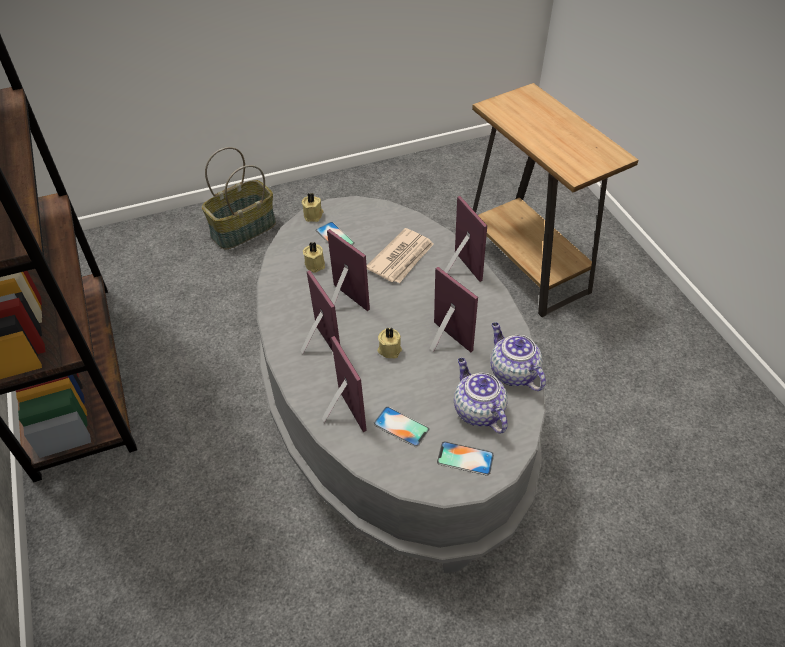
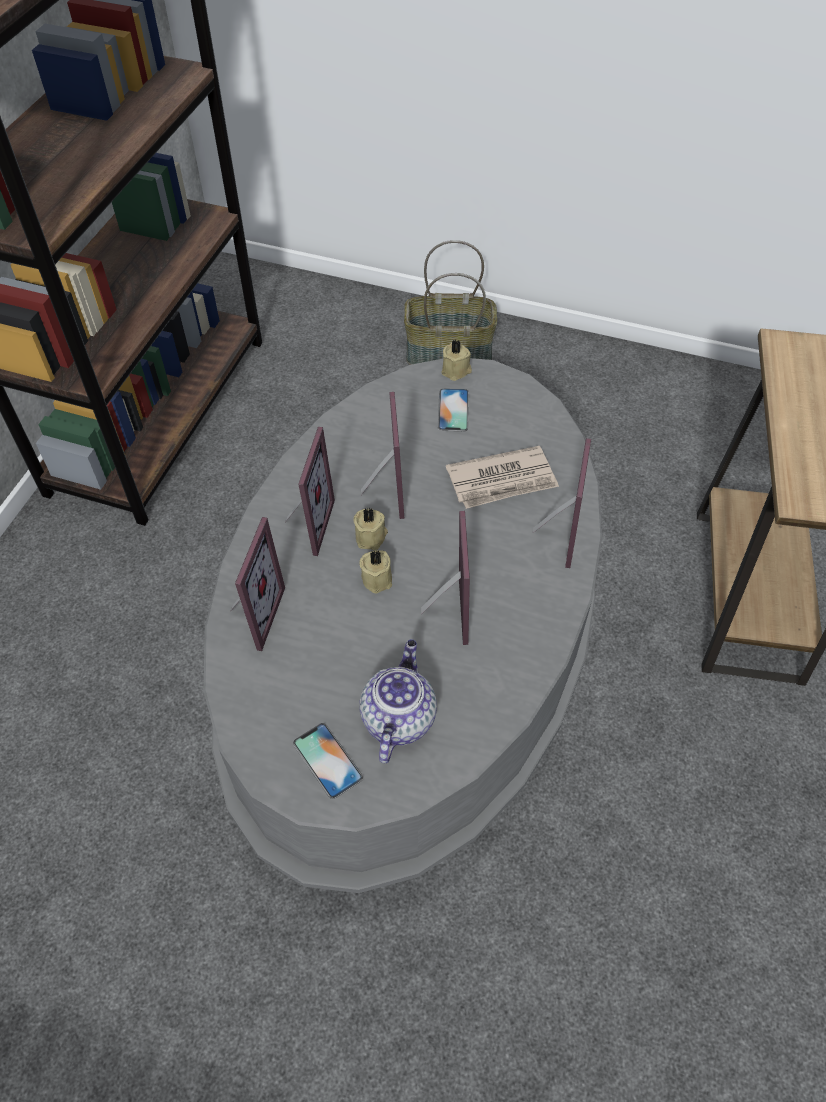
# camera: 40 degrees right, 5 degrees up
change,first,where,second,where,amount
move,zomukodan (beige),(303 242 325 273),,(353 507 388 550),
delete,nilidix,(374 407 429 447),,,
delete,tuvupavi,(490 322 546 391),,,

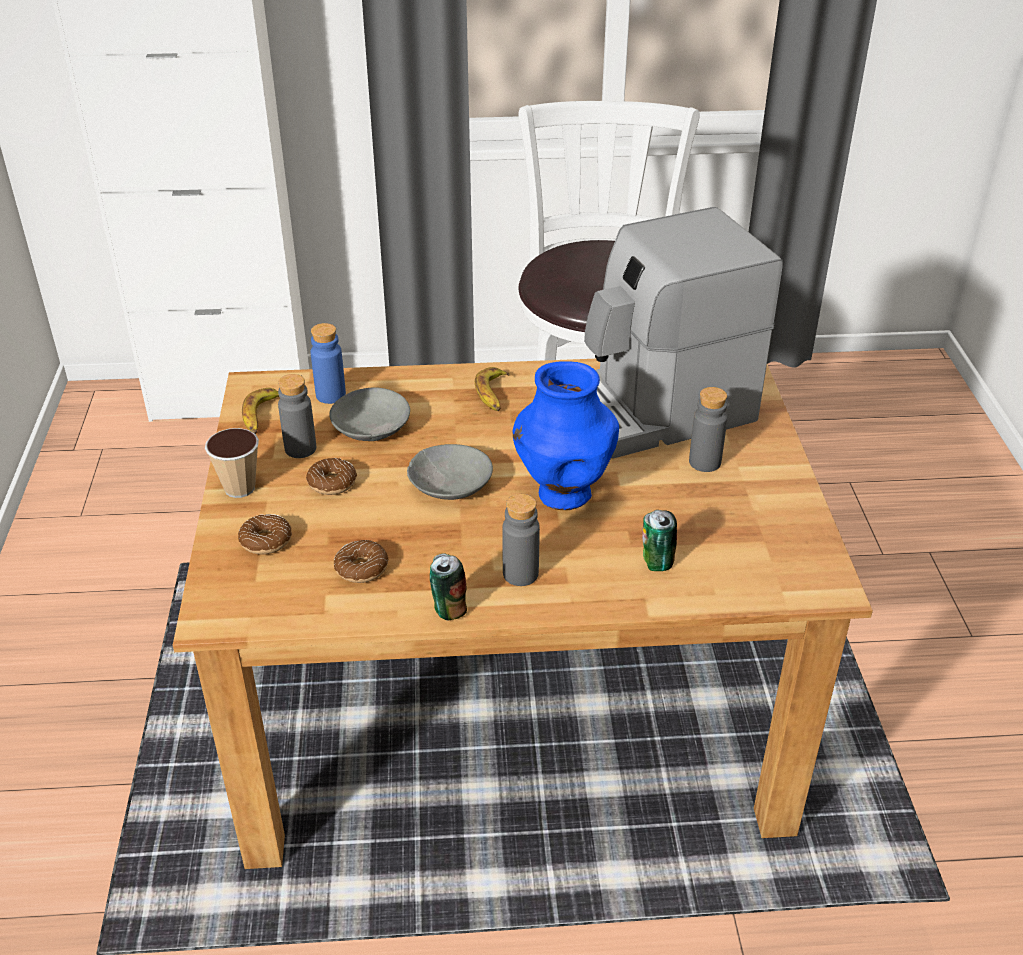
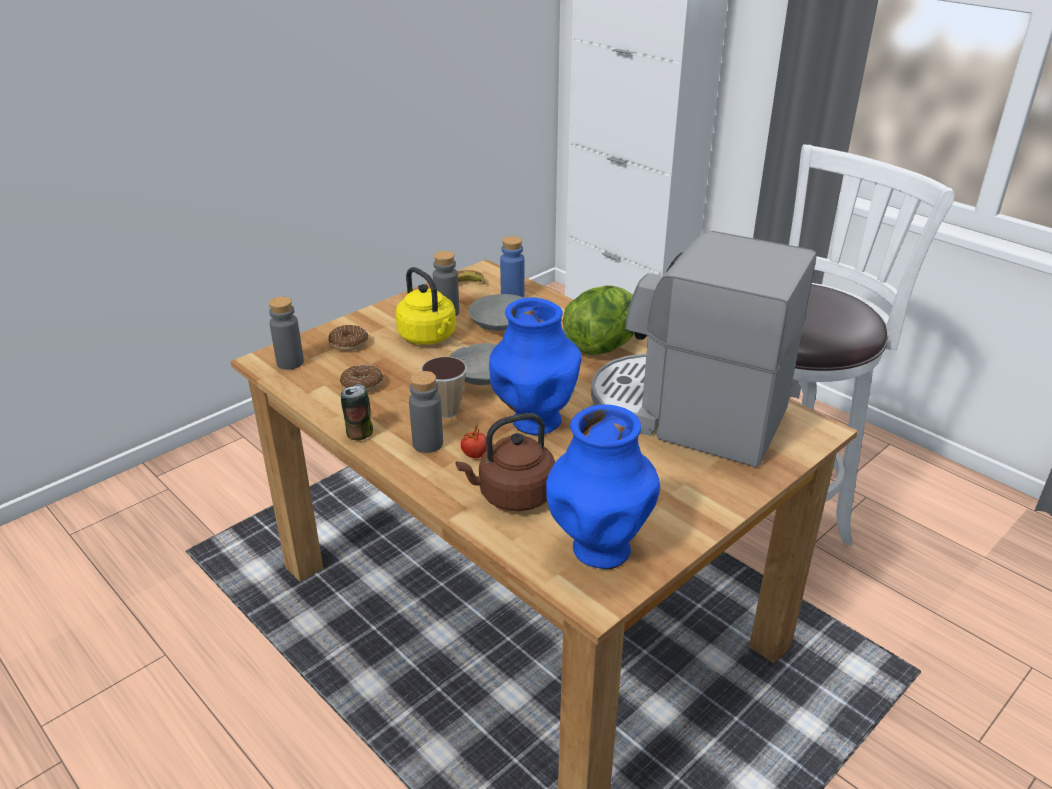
# camera: 50 degrees right, 5 degrees down
change,first,where,second,where,amount
move,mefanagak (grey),(689 387 727 472),,(269 297 304 370),
replace,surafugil,(306 458 357 495),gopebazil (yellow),(395 267 456 345),
move,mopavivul,(205 428 259 498),,(420 357 467 418),
replace,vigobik,(642 510 677 571),gopebazil (brown),(456 413 555 511),
insert,,,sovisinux,(461 424 487 458),
insert,,,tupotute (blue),(546 405 660 569),
replace,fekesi,(475 367 511 411),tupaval,(563 286 635 355),

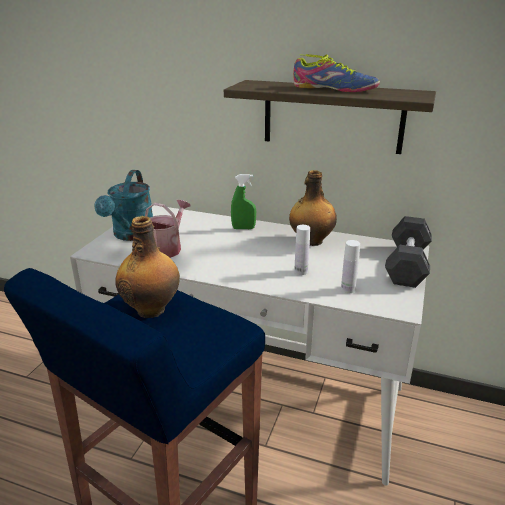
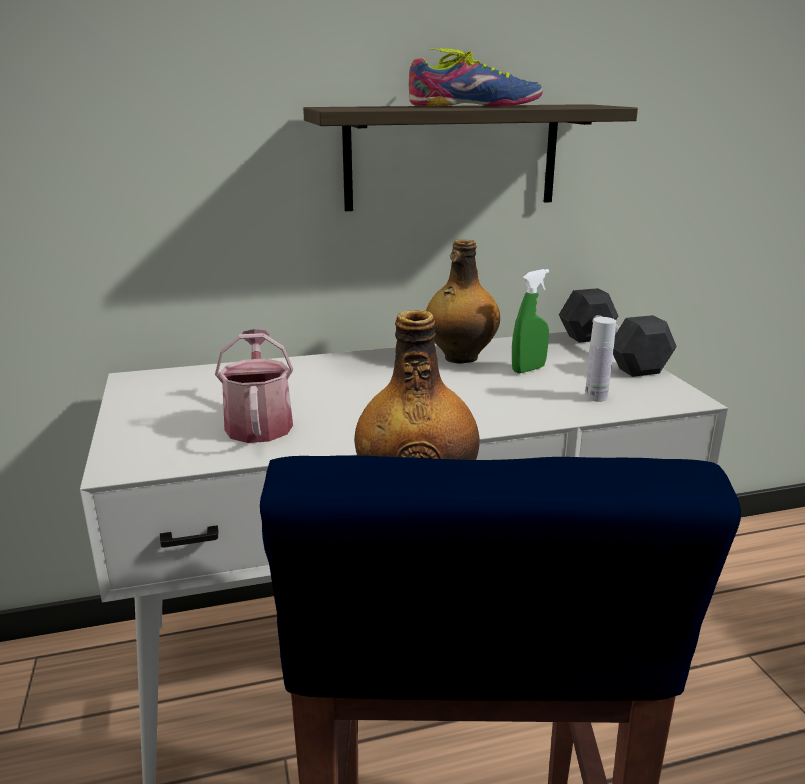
# camera: 35 degrees left, 5 degrees down
change,first,where,second,where,amount
move,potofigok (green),(231 174 256 229),,(512 269 549 373),
delete,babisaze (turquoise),(94 170 153 241),,,
delete,mefanagak (white),(294 225 310 275),,,

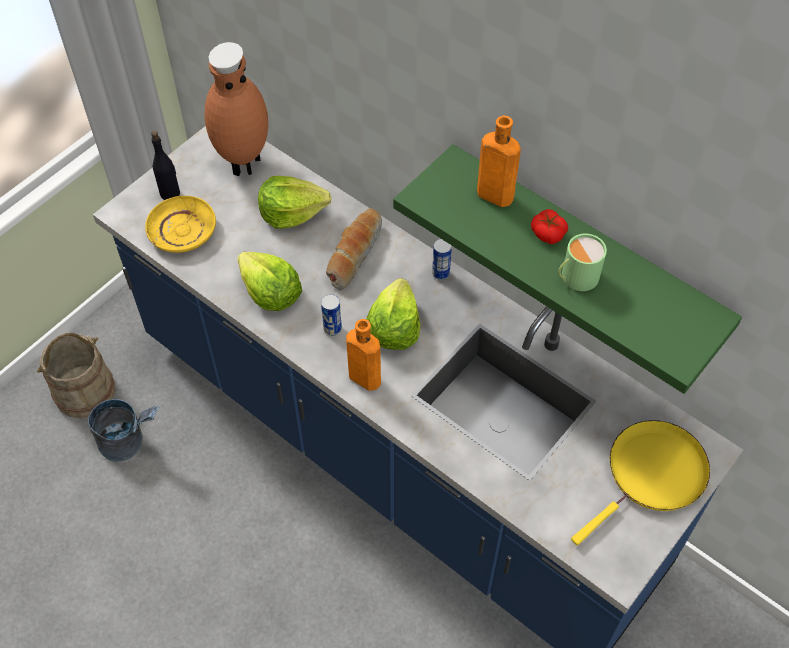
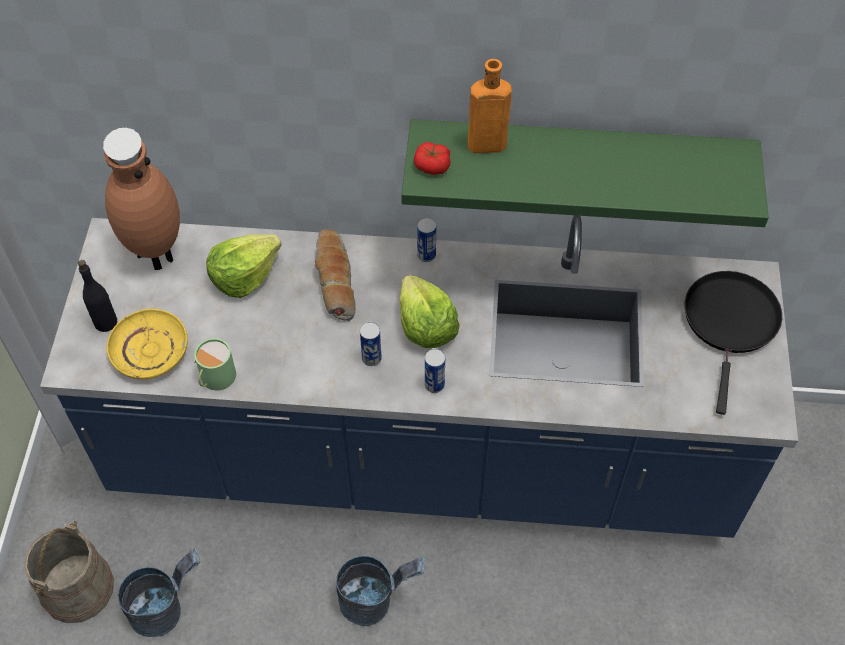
# camera: 35 degrees left, 0 degrees up
change,first,where,second,where,amount
move,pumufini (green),(558 234 607 291),,(194 338 236 390),
insert,,,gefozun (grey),(336 555 426 626),
move,sovisinux,(531 209 568 244),,(414 142 451 175),
replace,mefanagak (orange),(346 319 381 391),vigobik,(425 349 445 393),
recolor,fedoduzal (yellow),(571 420 710 545),fedoduzal (black),(684 271 782 415),
delete,tupaval,(237 252 302 311),,,

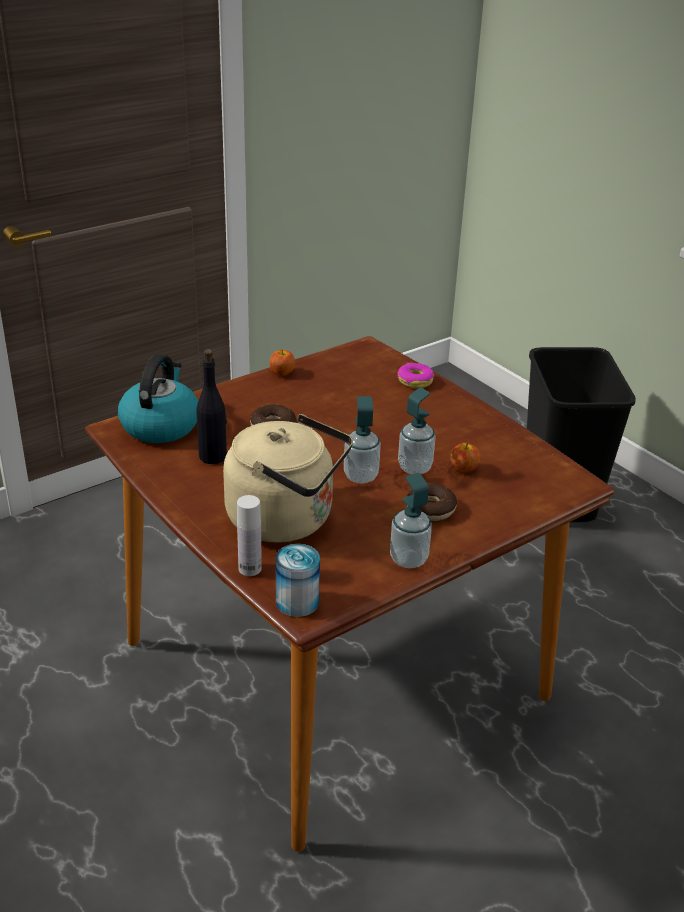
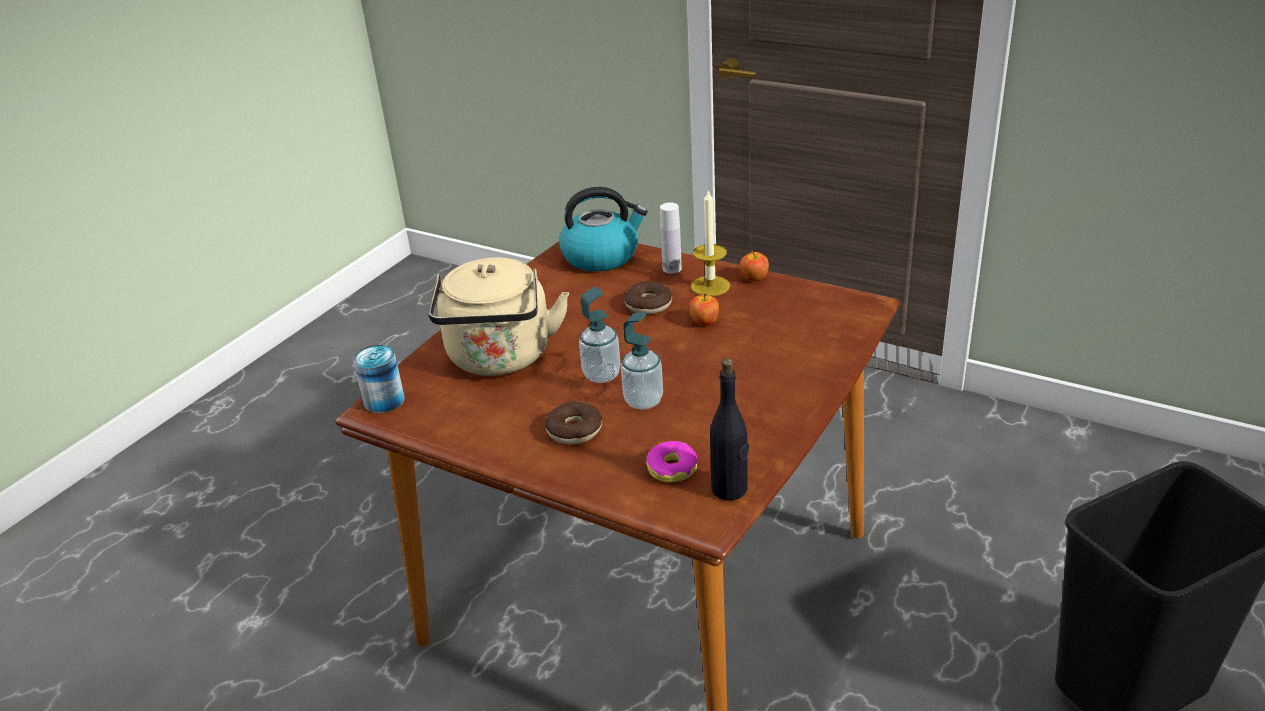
# camera: 70 degrees right, 0 degrees up
change,first,where,second,where,amount
move,surafugil,(398 363 434 388),,(646 441 698 482),
move,mefanagak (white),(237 495 262 576),,(660 202 682 274),
move,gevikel,(450 441 480 472),,(689 294 719 326),
insert,,,zomukodan,(691 191 730 296),
move,mefanagak (black),(196 349 227 464),,(710 358 749 500),
delete,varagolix,(390 473 432 568),,,

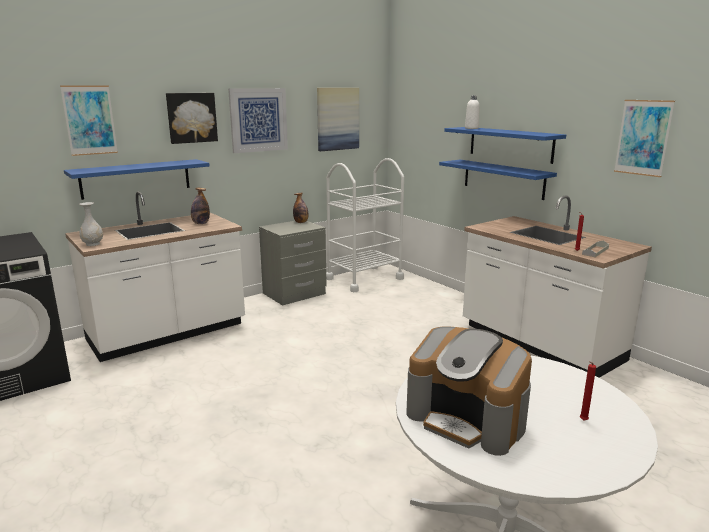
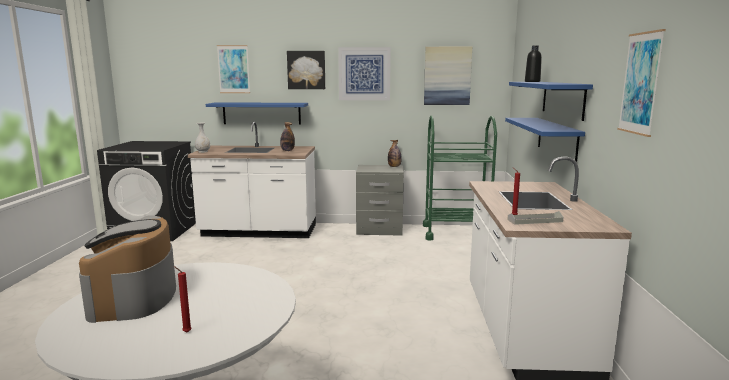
# camera: 40 degrees right, 5 degrees down
change,first,where,second,where,amount
recolor,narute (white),(326 158 404 292),narute (green),(423 115 497 240),
recolor,mefanagak (white),(465 95 480 129),mefanagak (black),(525 45 542 82),

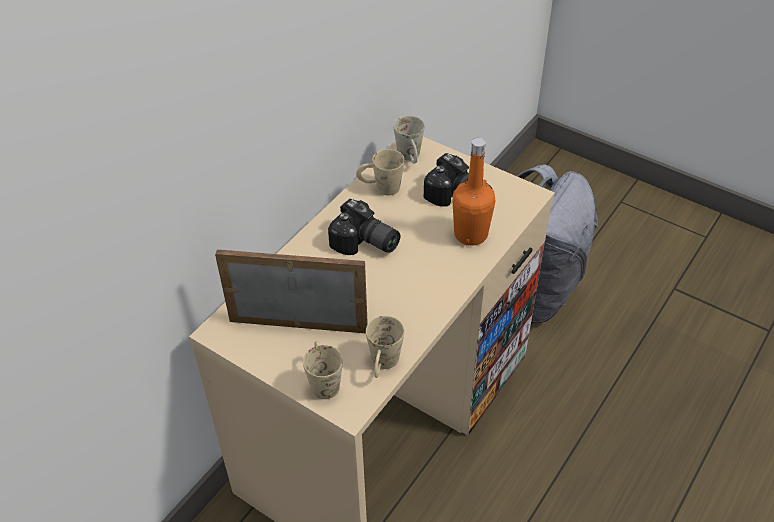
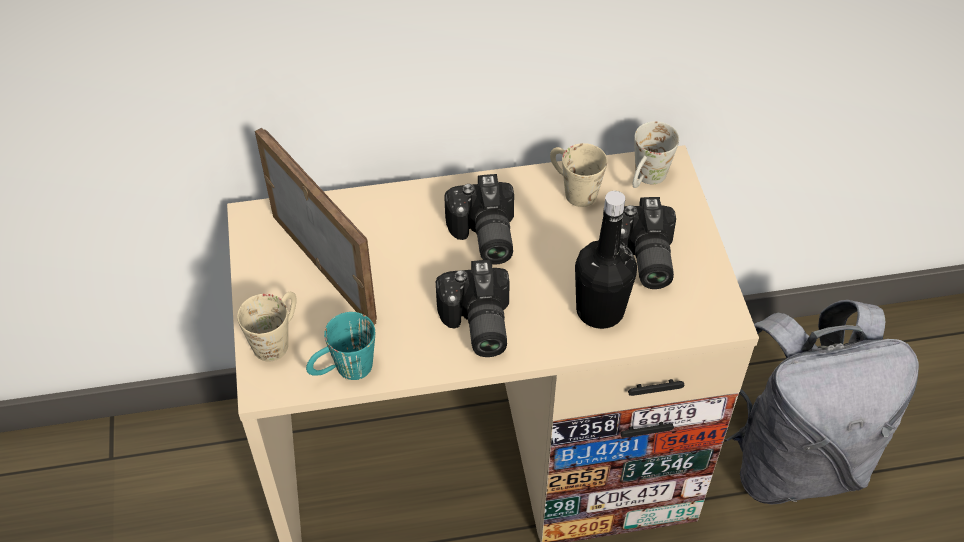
# camera: 45 degrees right, 5 degrees up
change,first,where,second,where,amount
recolor,pumufini (beige),(366 316 404 378),pumufini (turquoise),(306 312 375 380),
insert,,,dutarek,(436 260 509 357),
recolor,mefanagak (orange),(452 138 495 246),mefanagak (black),(575 191 637 329),

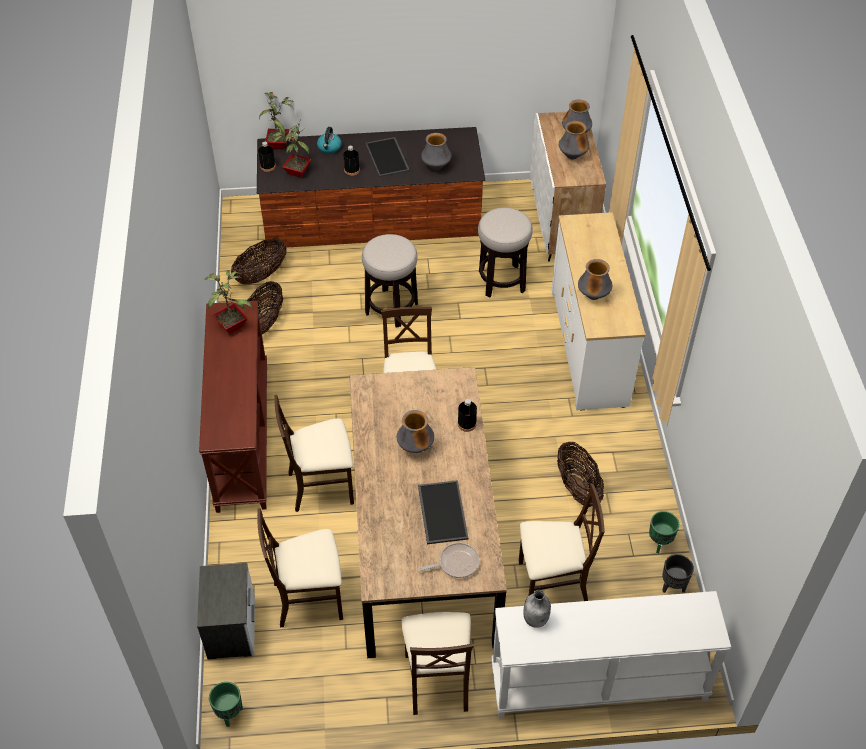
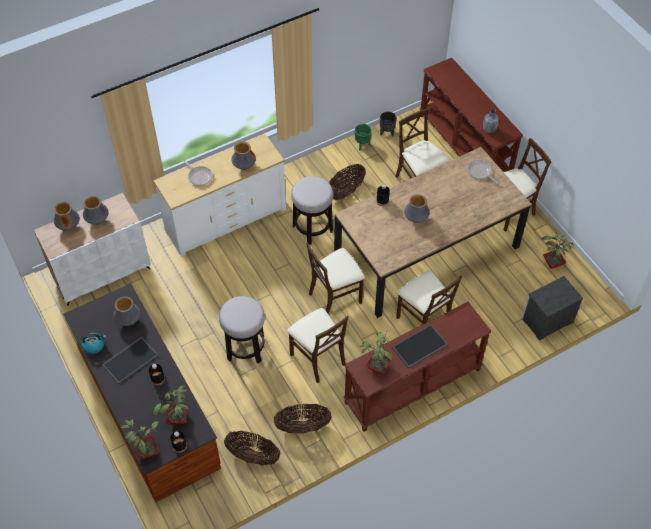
# camera: 115 degrees left, 5 degrees up
change,first,where,second,where,amount
move,gopebazil,(317 127 342 154),,(82 333 106 354),
insert,,,fedoduzal,(184 161 213 186),
move,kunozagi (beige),(257 508 343 628),,(287 308 349 383),
move,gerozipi,(478 208 533 297),,(291 176 333 245),
move,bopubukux,(418 480 469 544),,(392 324 448 368),
recolor,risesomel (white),(491 591 731 718),risesomel (brown),(420 58 523 172),
insert,,,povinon,(541 232 574 269),
delete,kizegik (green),(209 682 243 727),,,

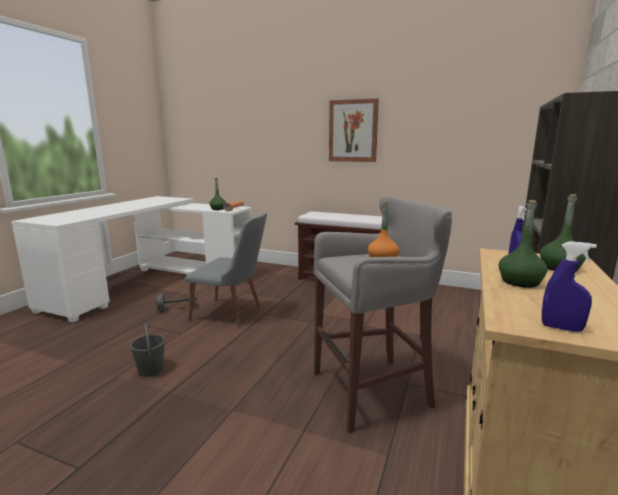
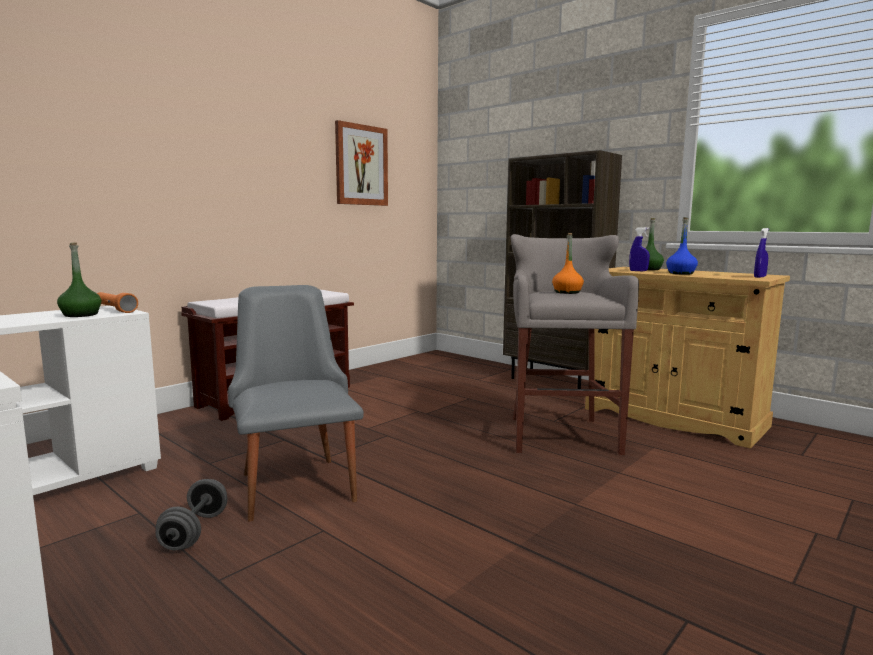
# camera: 70 degrees left, 5 degrees down
change,first,where,second,where,amount
rotate,kunozagi (grey),(185 213 267 327),,(228 285 364 522),60 degrees counterclockwise
move,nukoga,(329 99 379 162),,(335 120 388 206),
recolor,mefanagak (green),(499 200 548 288),mefanagak (blue),(666 217 698 275),
delete,gefozun (grey),(130 323 165 377),,,

